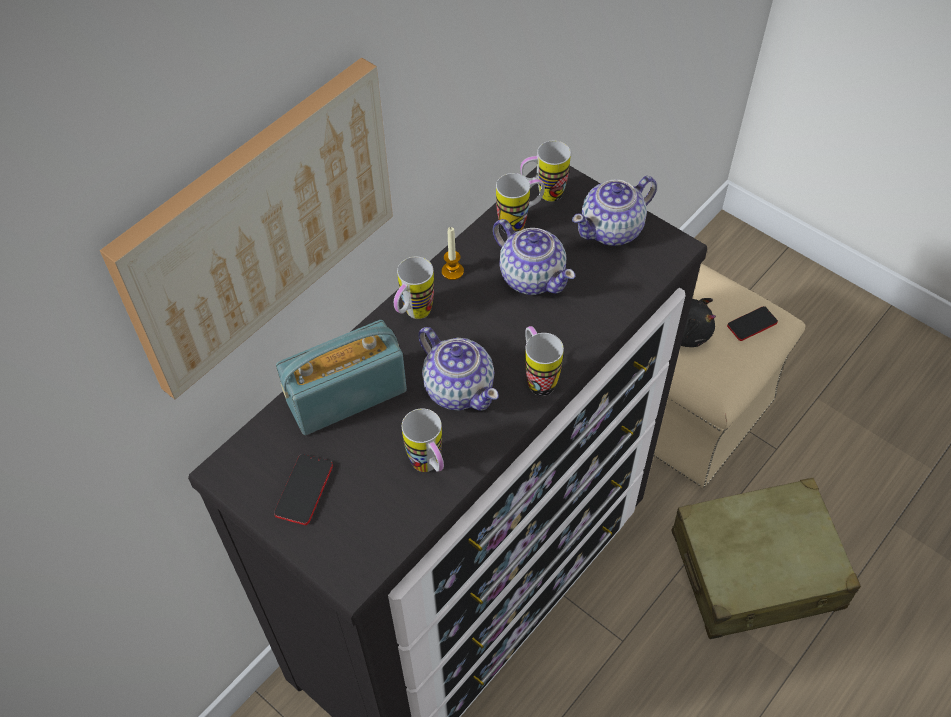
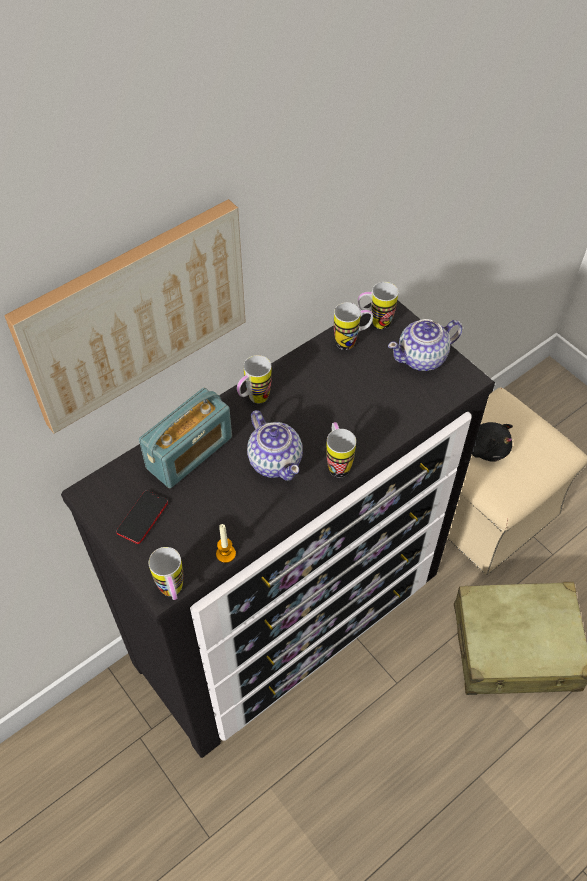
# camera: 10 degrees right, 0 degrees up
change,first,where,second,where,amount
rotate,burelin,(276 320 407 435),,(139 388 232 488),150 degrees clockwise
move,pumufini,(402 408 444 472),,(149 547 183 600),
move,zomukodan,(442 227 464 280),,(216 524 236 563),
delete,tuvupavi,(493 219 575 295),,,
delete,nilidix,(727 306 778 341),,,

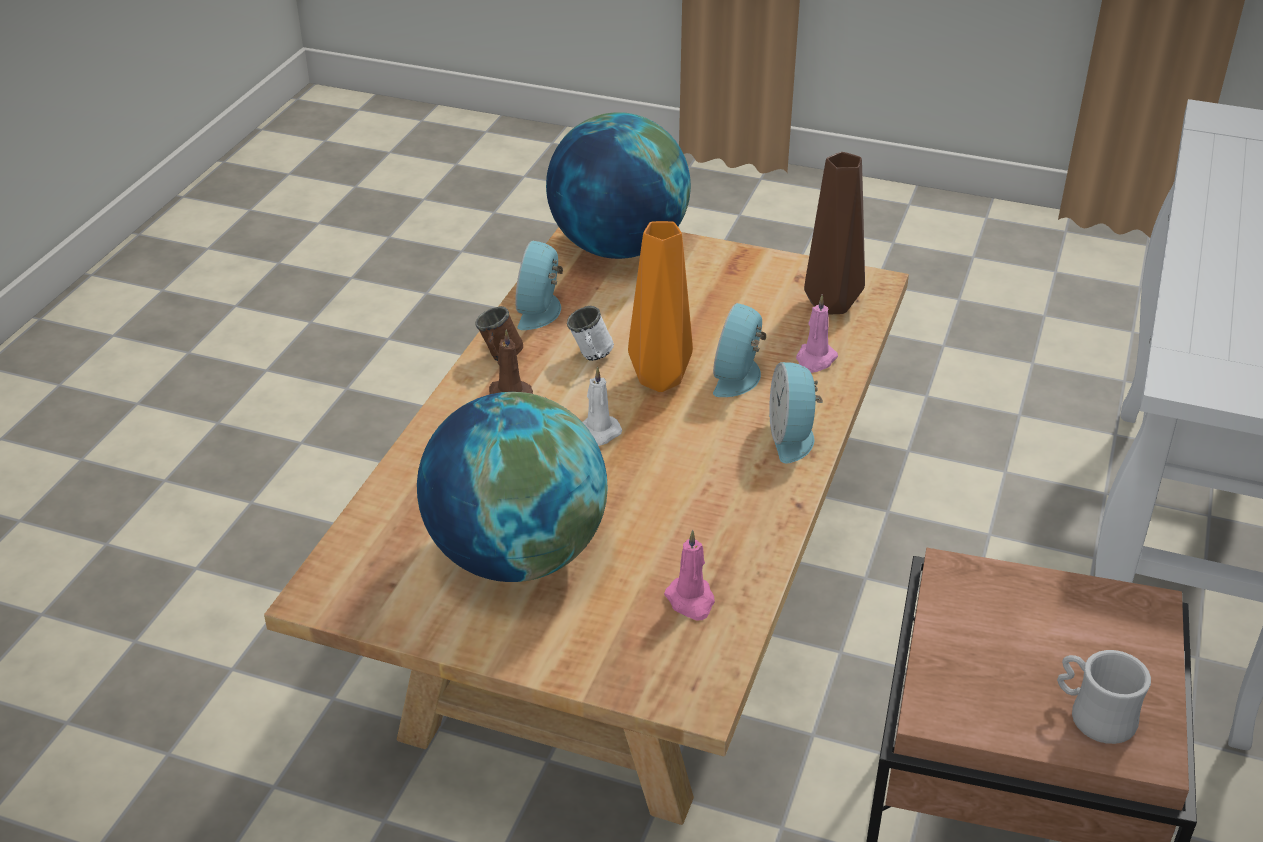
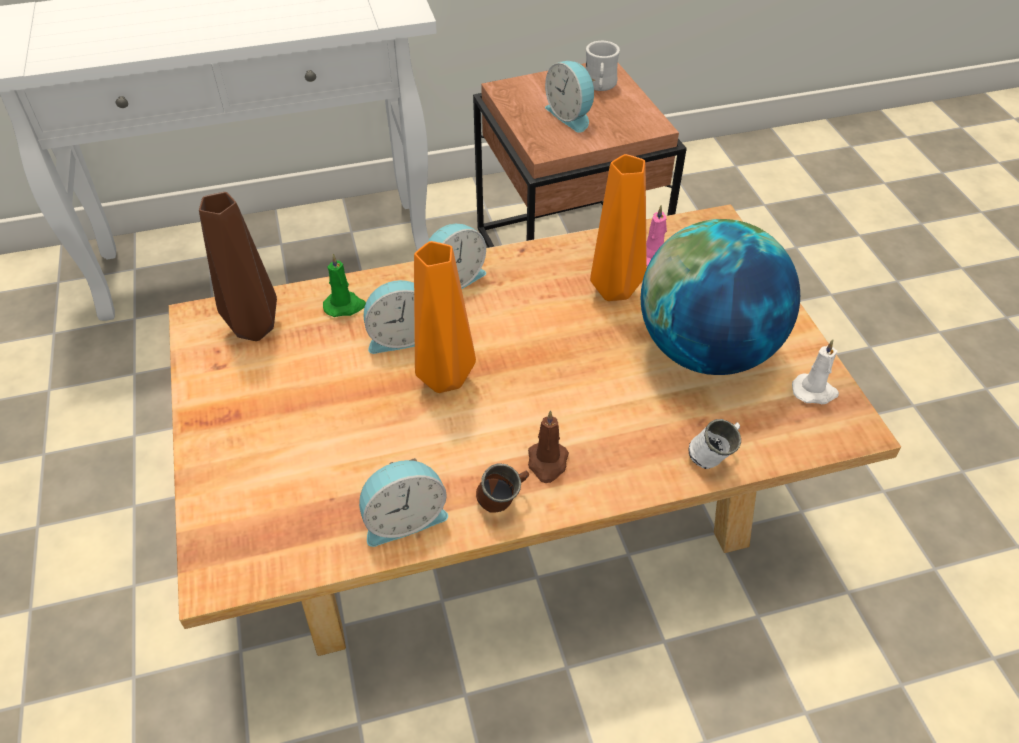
# camera: 125 degrees left, 10 degrees up
change,first,where,second,where,amount
recolor,zomukodan (pink),(796 295 838 373),zomukodan (green),(323 253 366 317),
insert,,,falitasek,(545 61 596 133),
insert,,,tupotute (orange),(590 154 647 301),
move,pumufini (white),(567 306 614 361),,(689 419 741 469),
move,zomukodan (white),(582 367 622 446),,(792 340 839 404),
delete,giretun,(546 112 691 259),,,

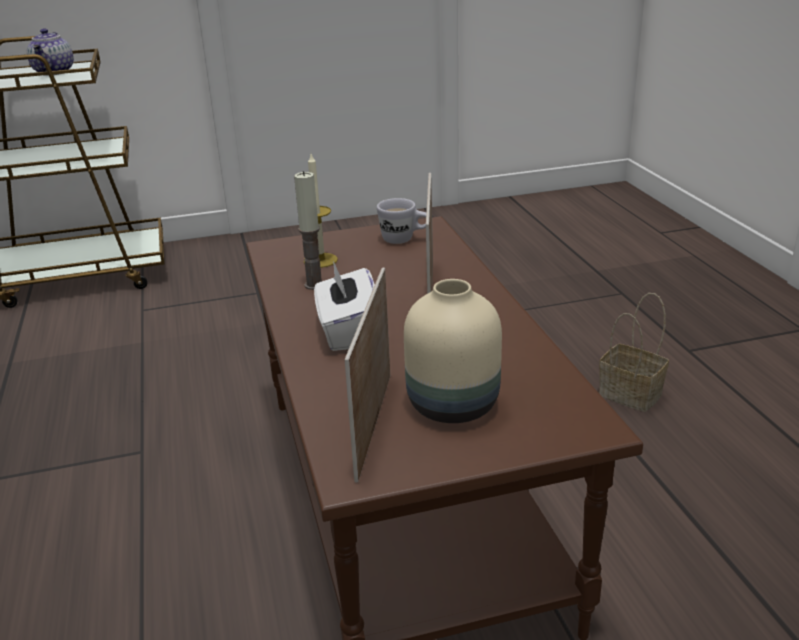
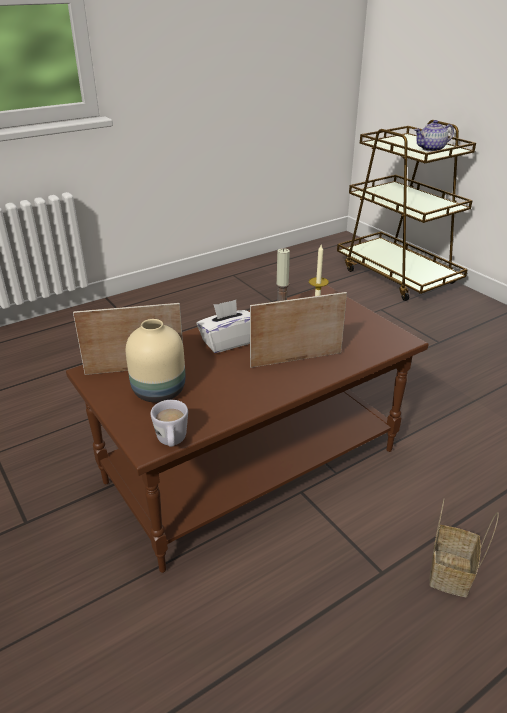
# camera: 70 degrees right, 5 degrees up
change,first,where,second,where,amount
move,pumufini (white),(377 198 426 244),,(151 400 188 447),

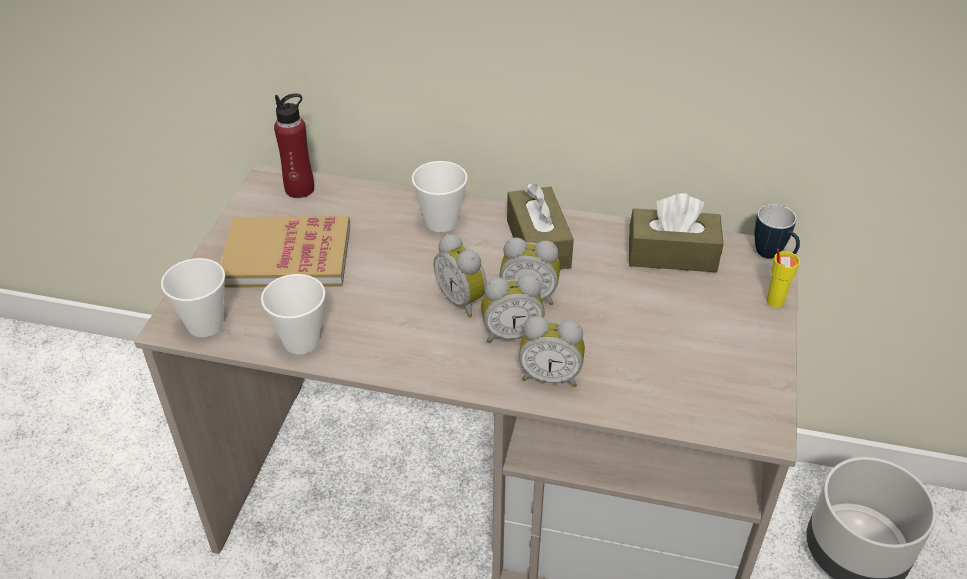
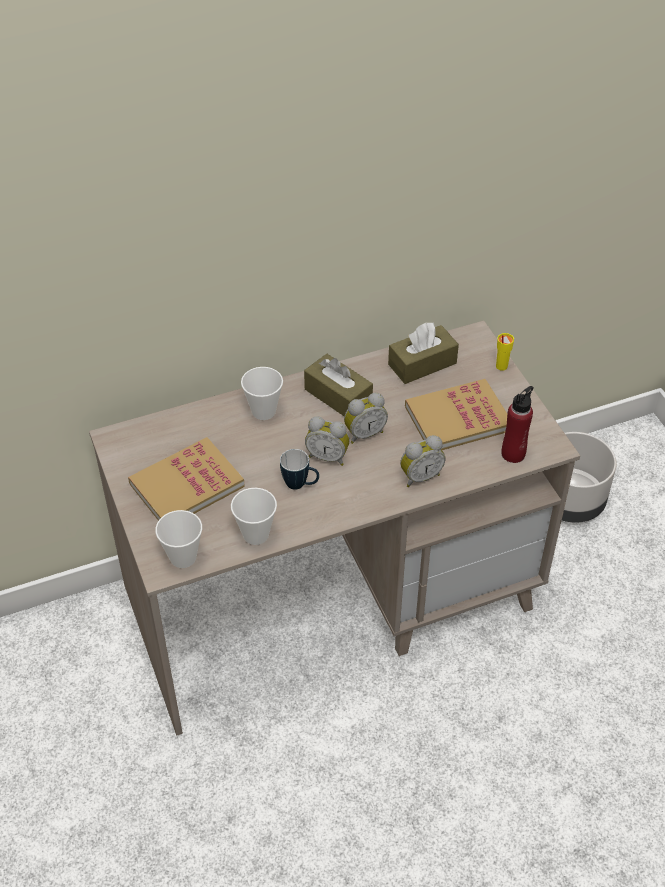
# camera: 35 degrees left, 5 degrees up
change,first,where,second,where,amount
move,pumufini,(755 204 800 259),,(280 449 319 490),
insert,,,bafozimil,(405 379 507 450),
move,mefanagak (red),(274 94 314 198),,(501 386 534 463),
delete,falitasek,(481 274 545 343),,,

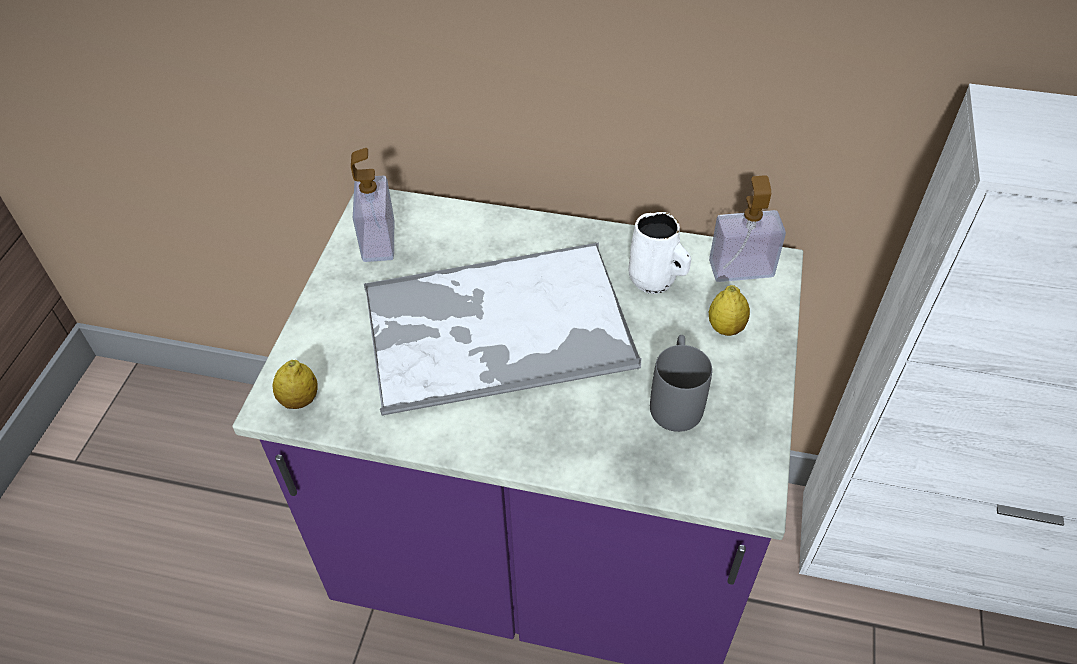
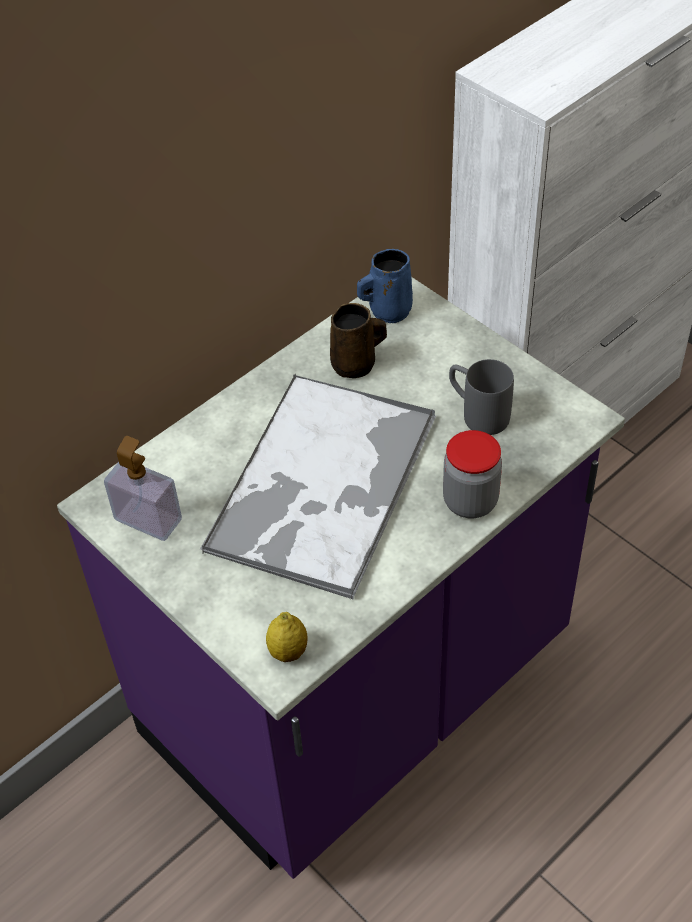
# camera: 55 degrees left, 0 degrees up
change,first,where,second,where,amount
recolor,pumufini (white),(628 212 691 294),pumufini (brown),(330 303 387 378),
replace,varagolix,(709 175 786 282),pumufini (blue),(357 249 413 323),
insert,,,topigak,(443 430 502 518),
delete,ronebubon,(709 285 750 336),,,

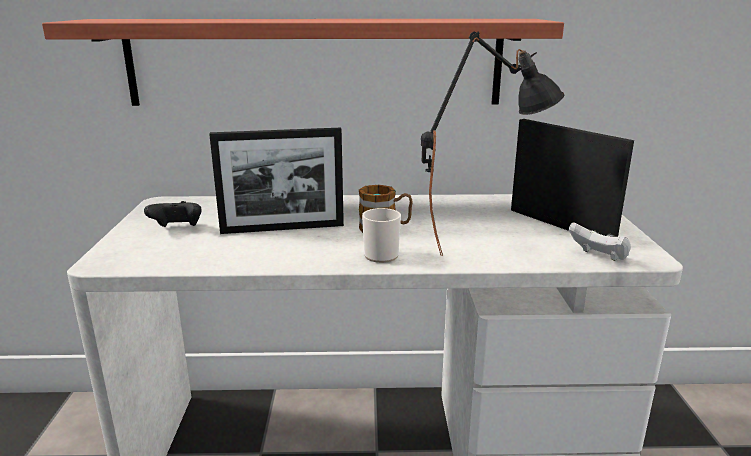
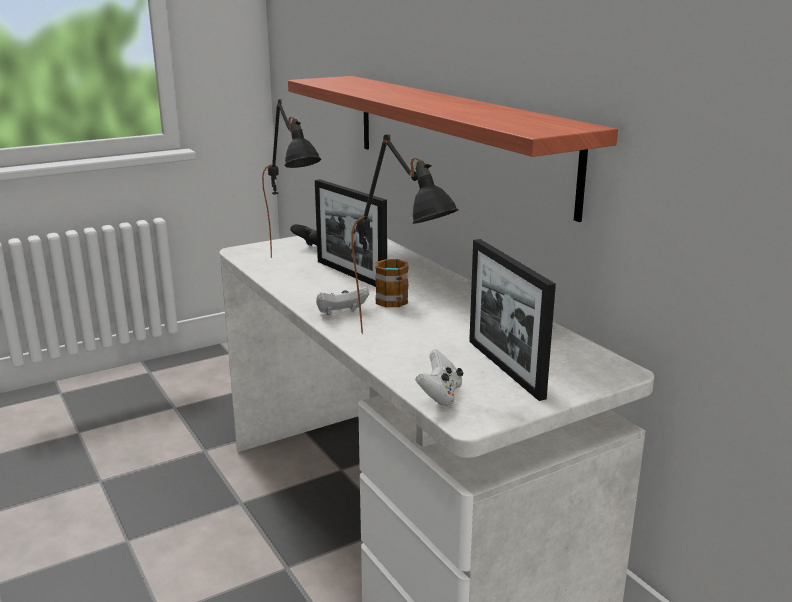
# camera: 60 degrees right, 0 degrees up
change,first,where,second,where,amount
insert,,,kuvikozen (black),(262 99 321 258),
replace,pumufini,(362 208 401 263),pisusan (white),(316 287 369 315),
rotate,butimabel,(511 119 634 237),,(469 239 556 401),135 degrees clockwise

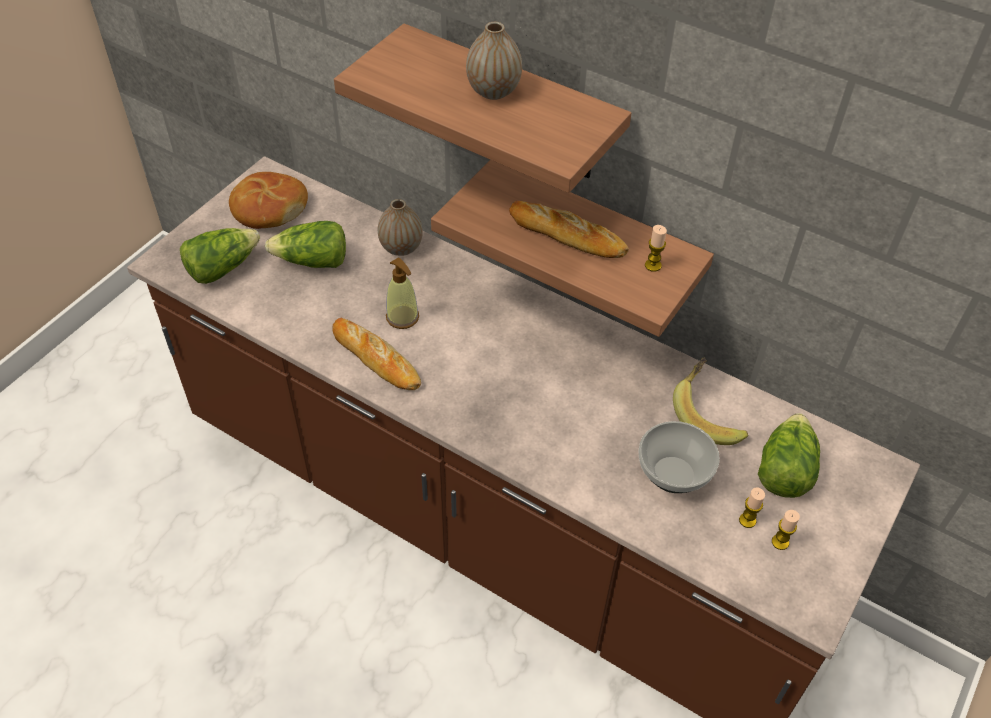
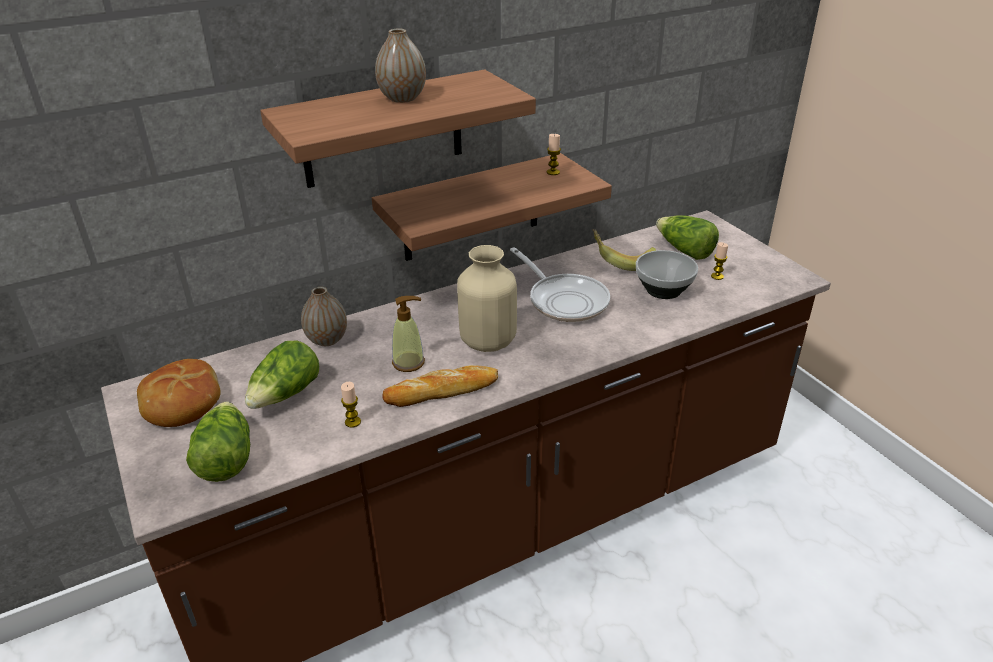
# camera: 60 degrees left, 15 degrees down
change,first,where,second,where,amount
move,zomukodan,(772 510 800 550),,(341 382 361 428),
insert,,,tupotute (beige),(457 245 517 352),
insert,,,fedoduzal,(510 247 610 322),
delete,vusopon,(509 201 629 258),,,

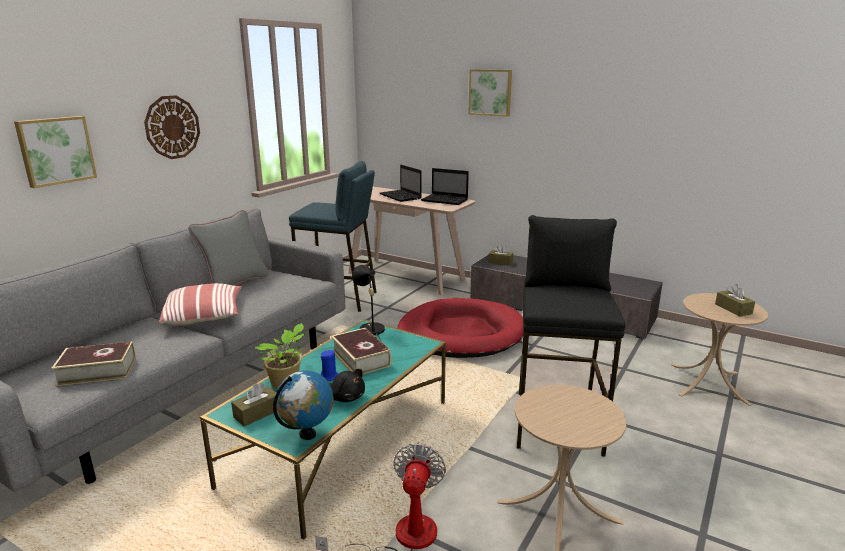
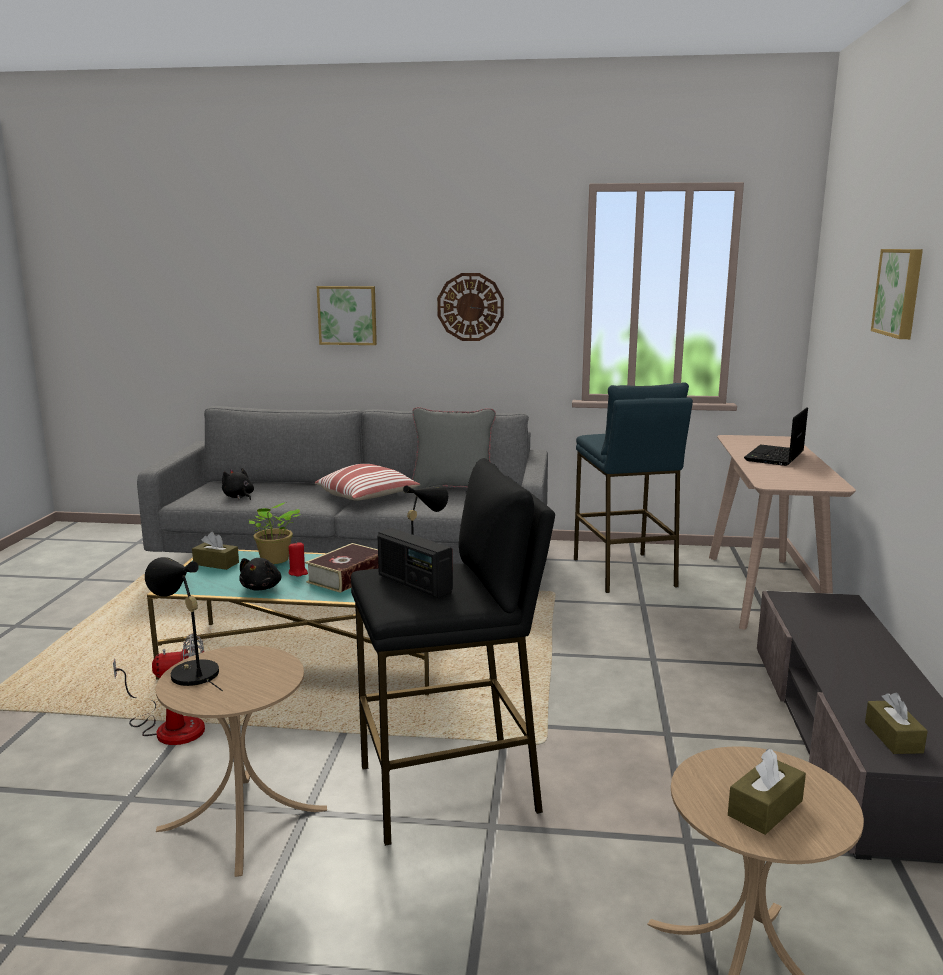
# camera: 65 degrees right, 5 degrees down
change,first,where,second,where,amount
insert,,,kuvikozen (black),(145 557 223 691),
replace,bafozimil,(51 341 136 386),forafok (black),(222 468 254 500),
recolor,zomukodan (blue),(321 350 338 381),zomukodan (red),(289 541 308 577),
insert,,,burelin,(378 528 453 598),
move,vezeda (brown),(488 244 513 265),,(865 693 928 754),
delete,giretun,(273 370 334 440),,,
delete,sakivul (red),(397 298 524 358),,,
delete,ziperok,(421 168 469 205),,,

